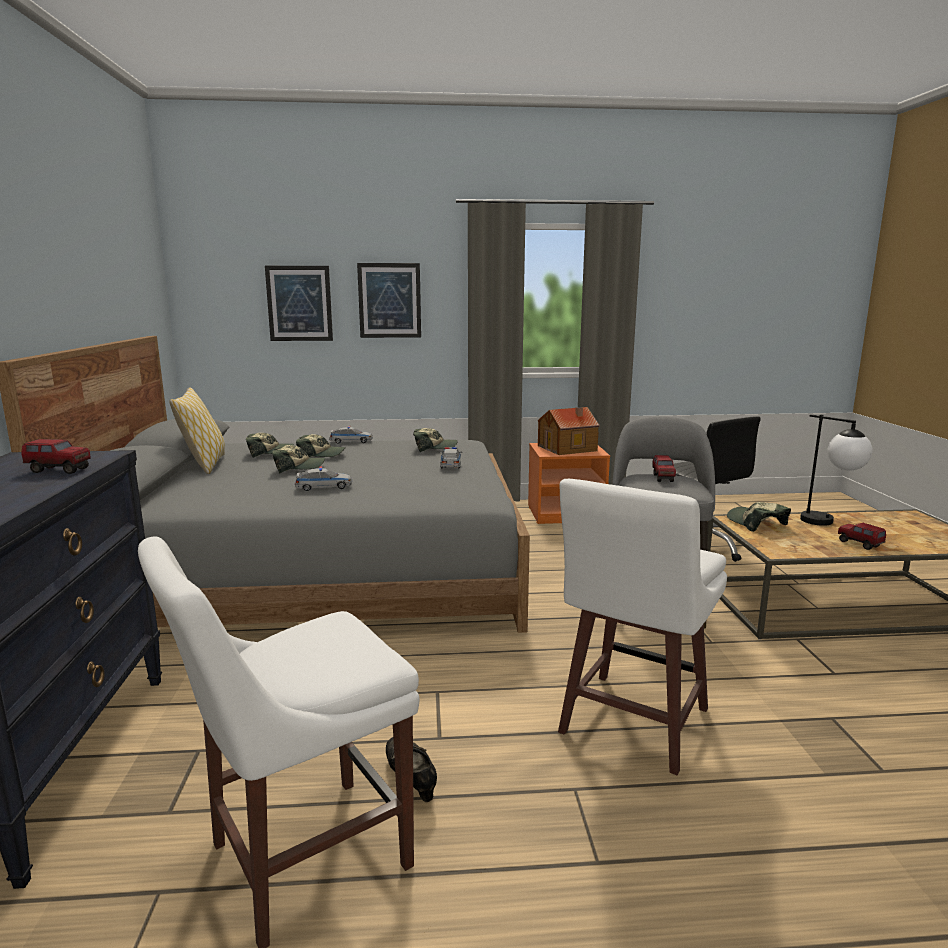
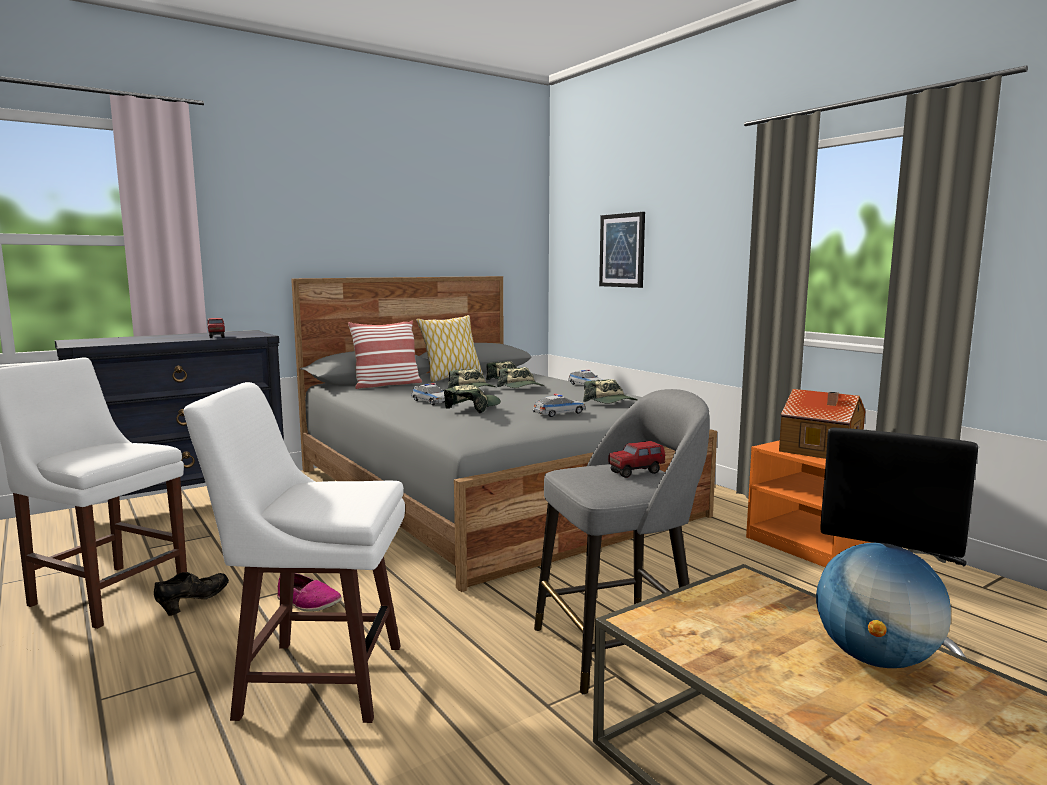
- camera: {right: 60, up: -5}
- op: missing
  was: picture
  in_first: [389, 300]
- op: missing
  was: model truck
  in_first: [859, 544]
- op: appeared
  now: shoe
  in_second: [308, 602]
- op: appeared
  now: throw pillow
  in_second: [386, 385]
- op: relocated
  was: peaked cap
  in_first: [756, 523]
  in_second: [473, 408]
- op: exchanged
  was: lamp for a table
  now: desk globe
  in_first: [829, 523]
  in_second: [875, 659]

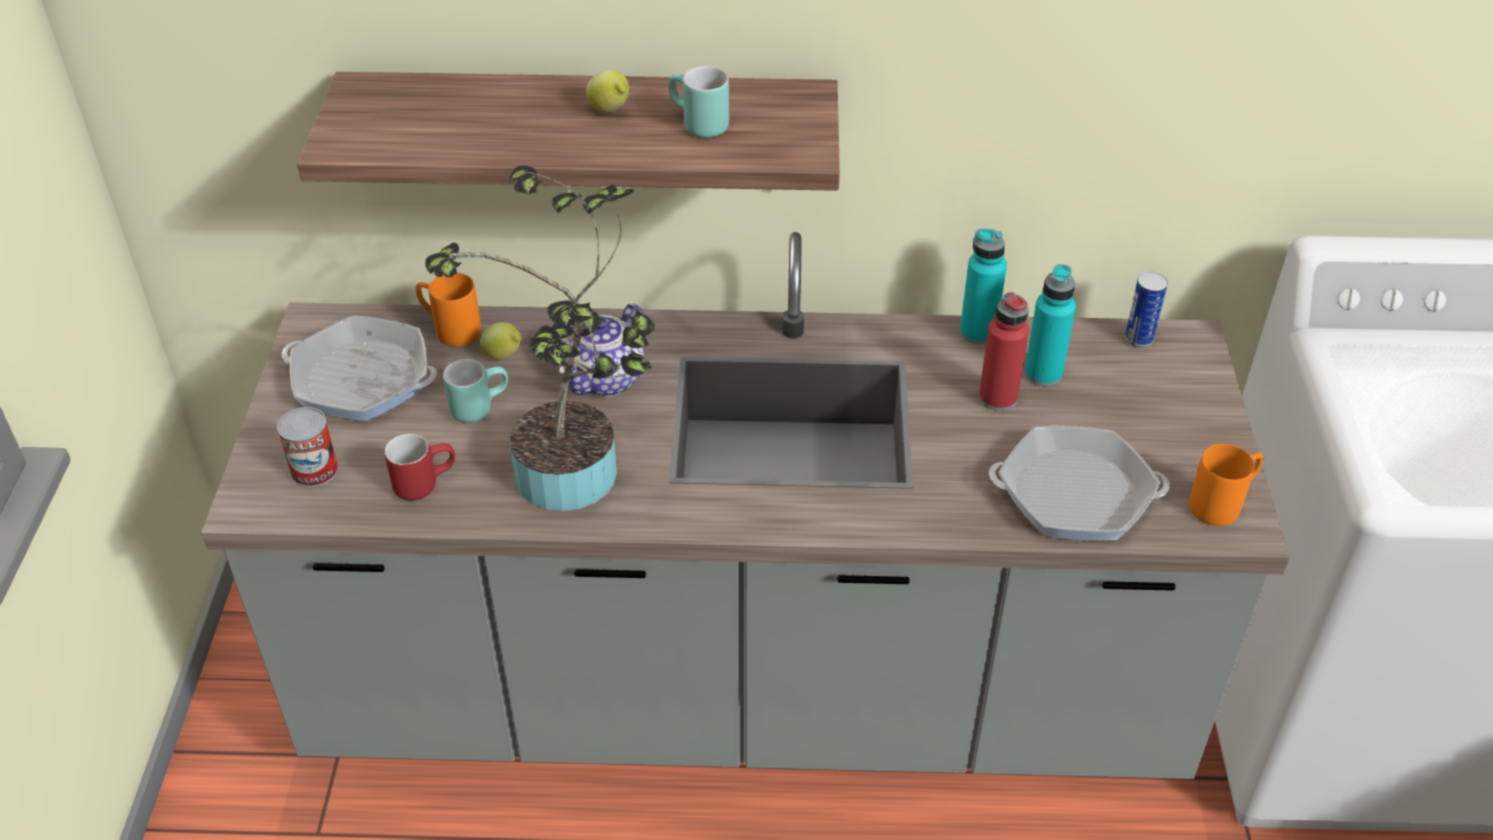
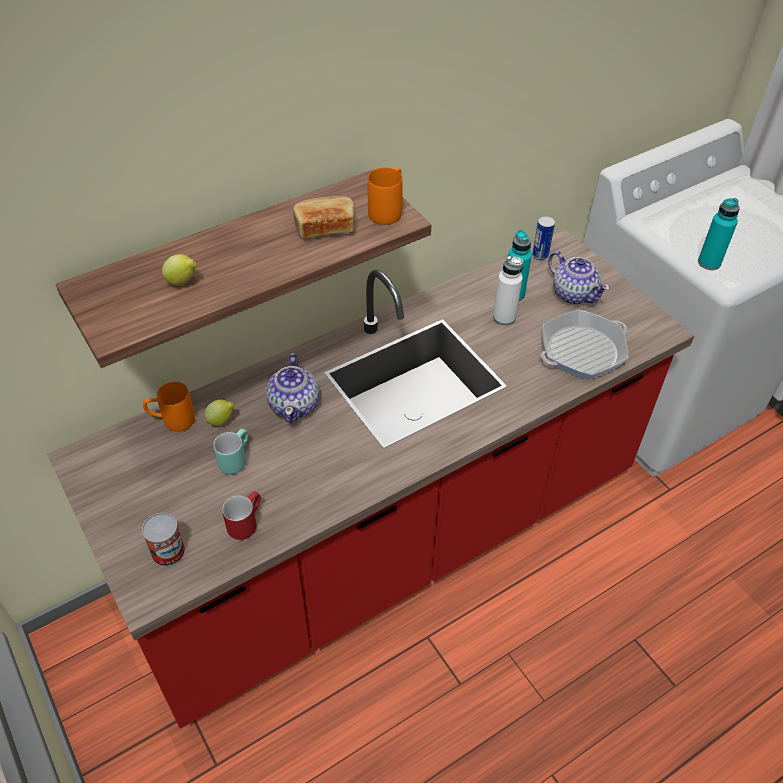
- camera: {right: -35, up: 5}
- op: missing
  was: pan
  in_first: [362, 379]
- op: missing
  was: potted plant
  in_first: [576, 478]
- op: appeared
  now: teapot
  in_second: [573, 293]
- op: relocated
  was: citrus fruit
  in_first: [610, 111]
  in_second: [183, 282]
- op: relocated
  was: bottle/blue-green
  in_first: [978, 332]
  in_second: [709, 263]
- op: relocated
  was: mug/orange-coloured
  in_first: [1223, 503]
  in_second: [388, 210]
- op: exchanged
  was: mug/blue-green
  now: bakery bread
  in_first: [696, 125]
  in_second: [325, 227]
- op: colour
  was: counter/grey
  now: counter/red-coloured
  in_first: [746, 691]
  in_second: [388, 541]
- op: colour
  was: bottle/red-coloured
  now: bottle/white-coloured
  in_first: [998, 398]
  in_second: [504, 317]

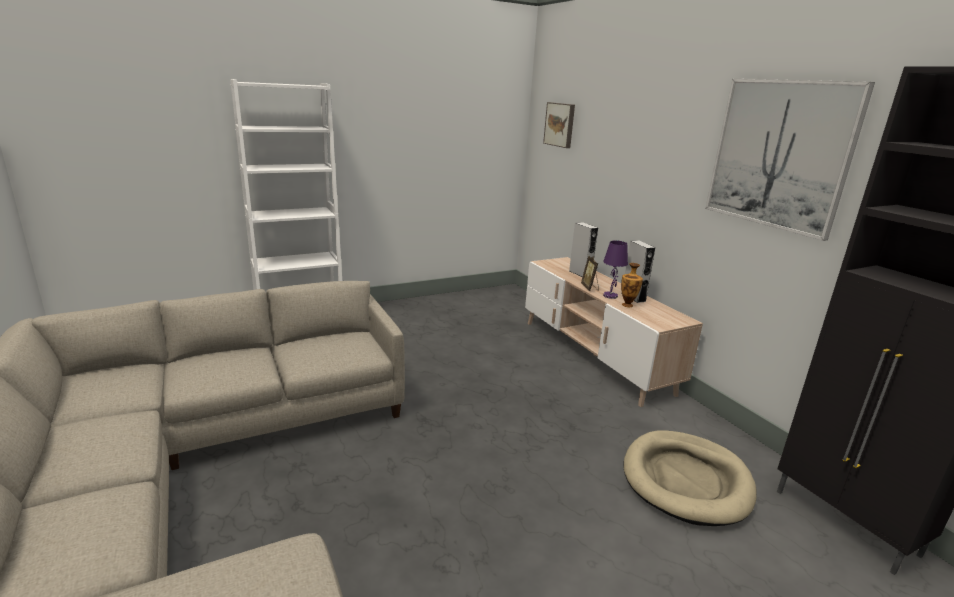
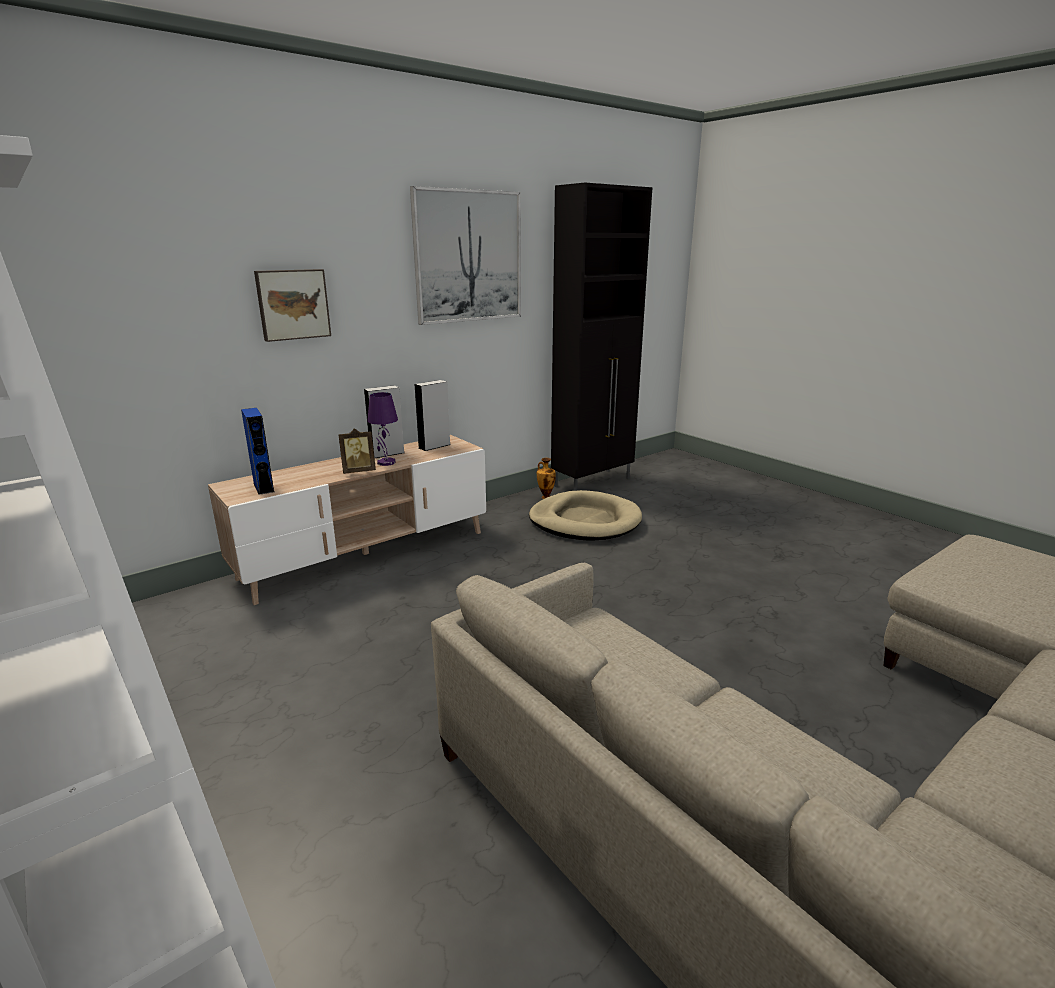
- camera: {right: -100, up: 0}
- op: appeared
  now: speaker/bluish
  in_second: [263, 487]
- op: relocated
  was: picture
  in_first: [560, 124]
  in_second: [292, 304]
- op: relocated
  was: speaker/grey
  in_first: [580, 274]
  in_second: [434, 446]
- op: relocated
  was: decorative vase
  in_first: [627, 305]
  in_second: [545, 497]

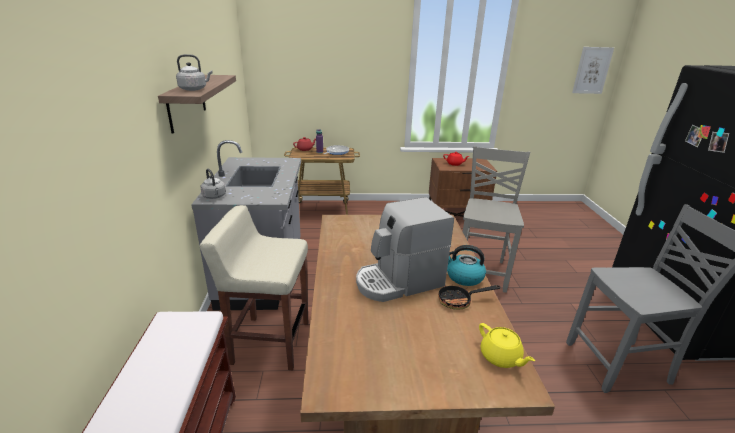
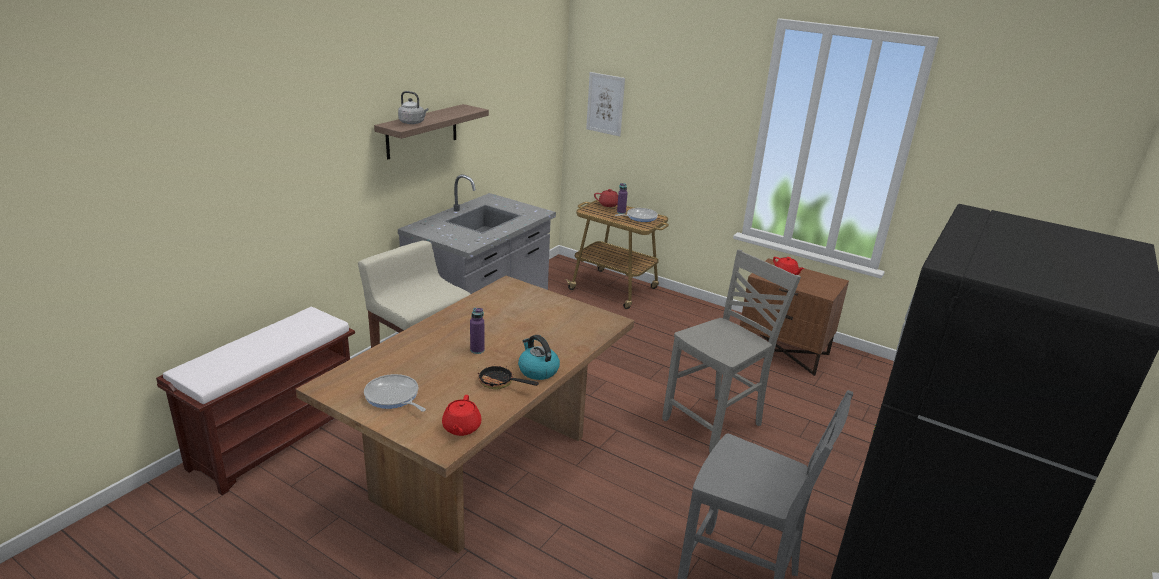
- camera: {right: 35, up: 0}
- op: missing
  was: tea kettle/grey
  in_first: [214, 197]
- op: appeared
  now: pan
  in_second: [393, 397]
- op: relocated
  was: picture
  in_first: [592, 70]
  in_second: [605, 104]
- op: exchanged
  was: coffee maker
  now: bottle/purple-coloured
  in_first: [398, 281]
  in_second: [477, 350]
- op: colour
  was: teapot/yellow
  now: teapot/red-coloured
  in_first: [500, 357]
  in_second: [461, 428]

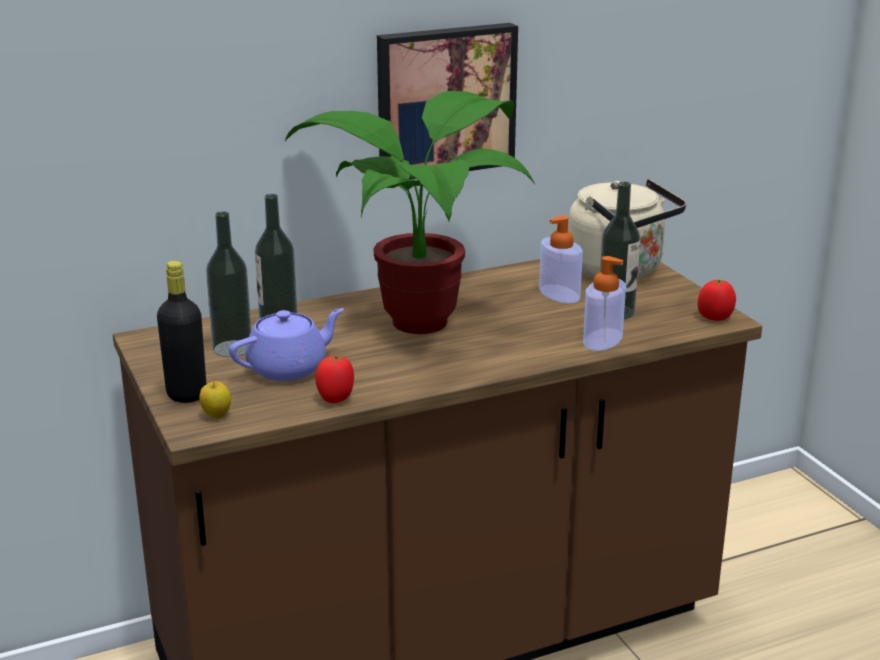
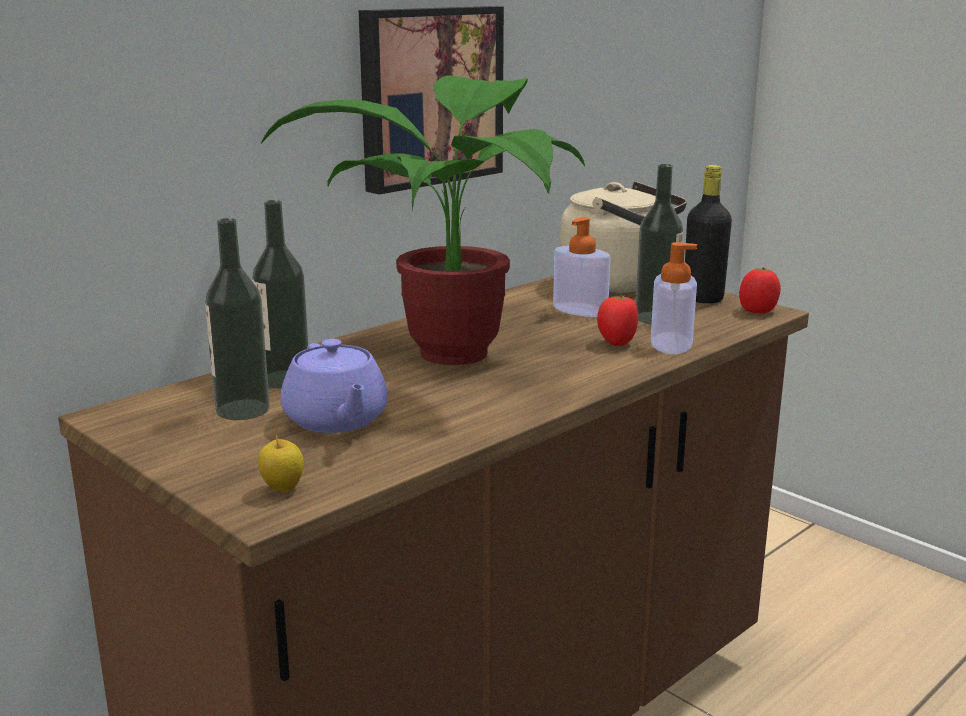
- camera: {right: -20, up: -5}
- op: relocated
  was: bottle/black-coloured
  in_first: [186, 394]
  in_second: [703, 299]
- op: relocated
  was: tomato
  in_first: [336, 398]
  in_second: [616, 343]
- op: spun
  was: teapot/purple-coloured
  in_first: [289, 368]
  in_second: [336, 420]
  clockwise: 120

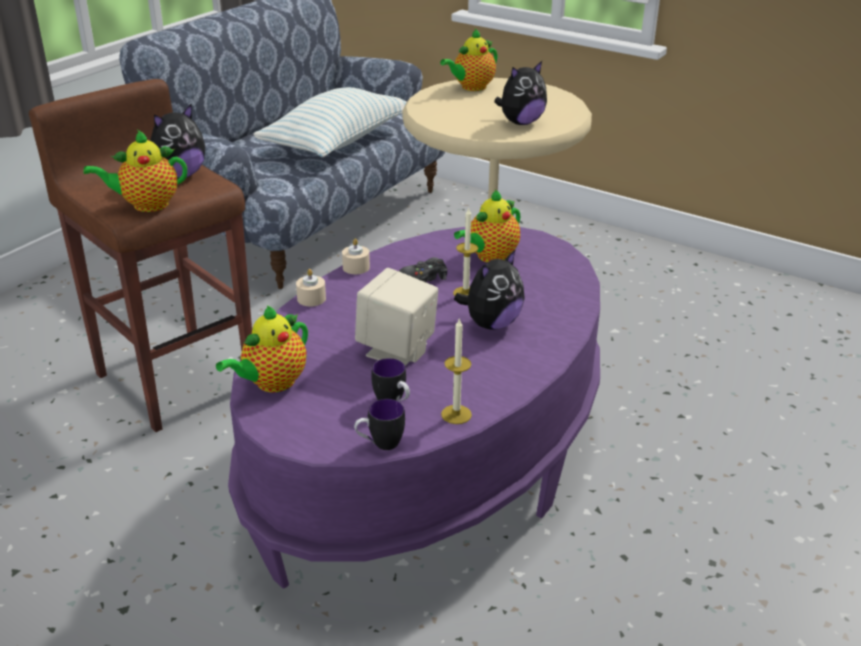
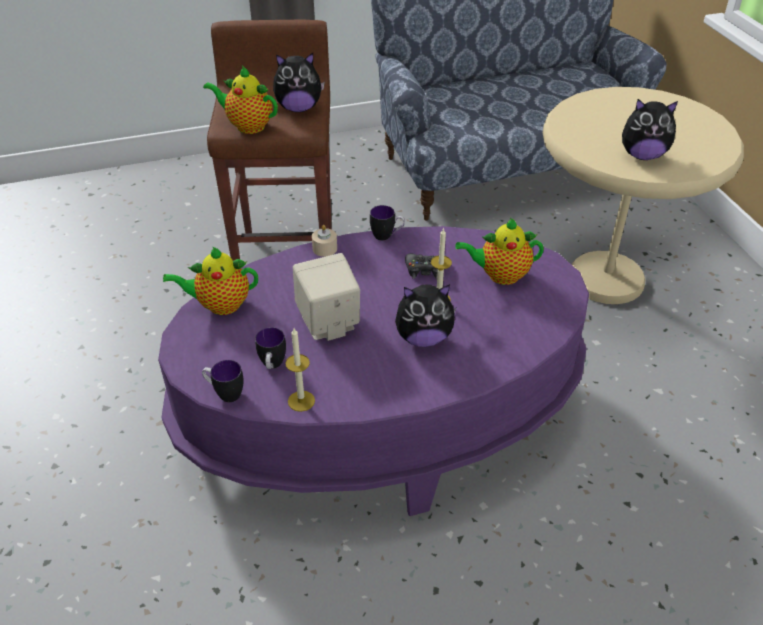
- camera: {right: 40, up: 10}
- op: missing
  was: throw pillow
  in_first: [337, 142]
- op: missing
  was: teapot
  in_first: [471, 87]
- op: exchanged
  was: wax light/sand-coloured
  now: mug
  in_first: [356, 267]
  in_second: [387, 236]

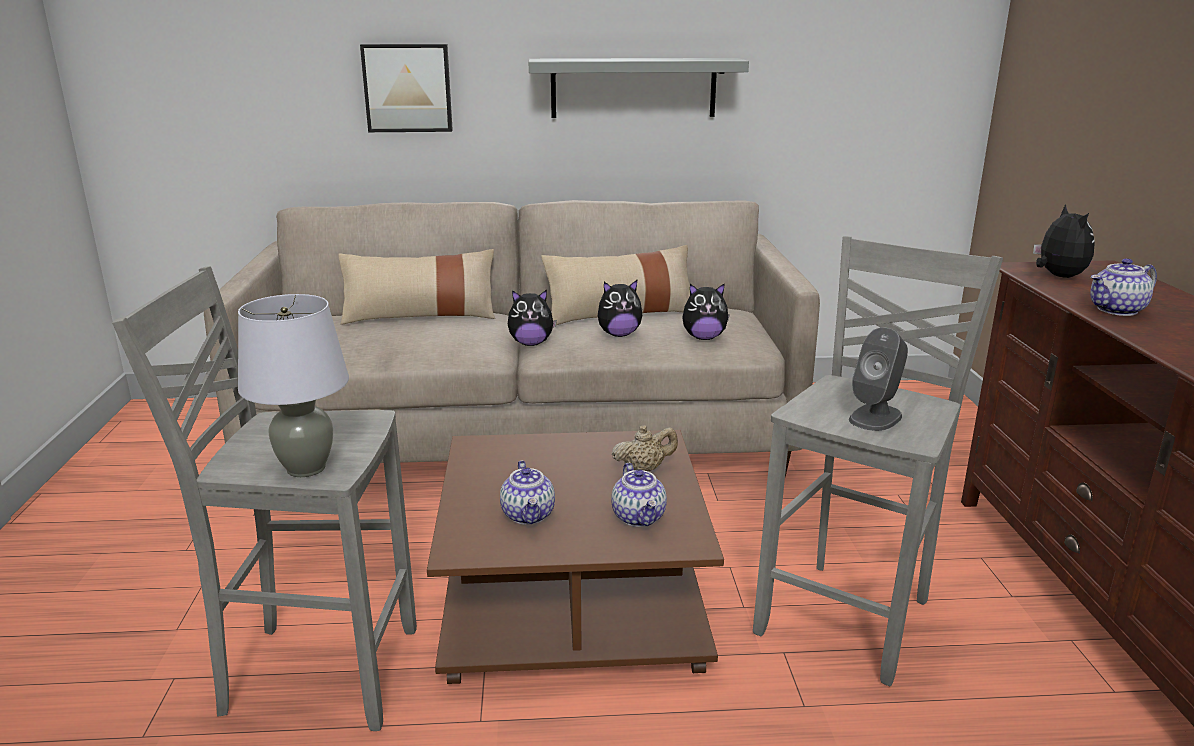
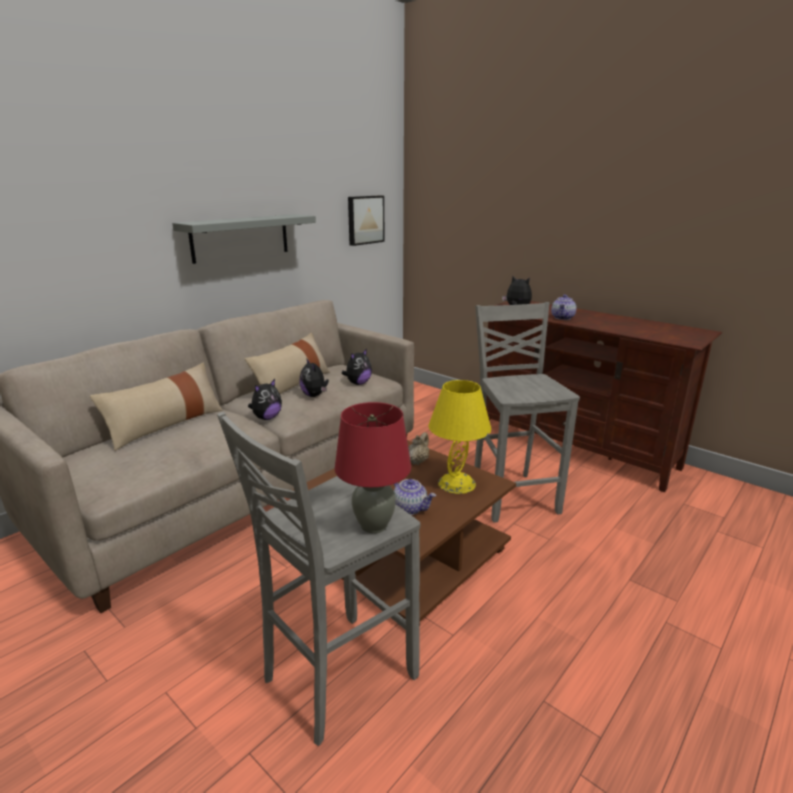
- camera: {right: -45, up: 0}
- op: missing
  was: speaker/grey
  in_first: [875, 417]
- op: relocated
  was: picture
  in_first: [408, 88]
  in_second: [365, 220]
- op: exchanged
  was: teapot
  now: lamp for a table/yellow
  in_first: [639, 517]
  in_second: [456, 483]
- op: colour
  was: lamp for a table/grey
  now: lamp for a table/red-coloured
  in_first: [306, 468]
  in_second: [374, 525]
- op: spun
  was: soft toy
  in_first: [619, 334]
  in_second: [314, 395]
  clockwise: 120

